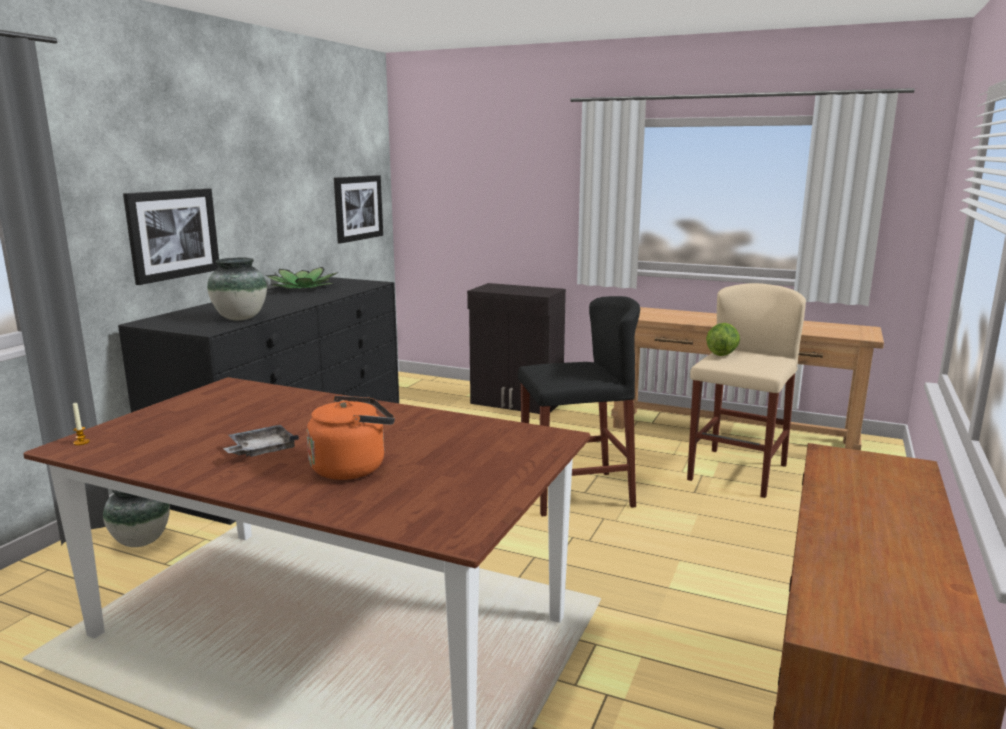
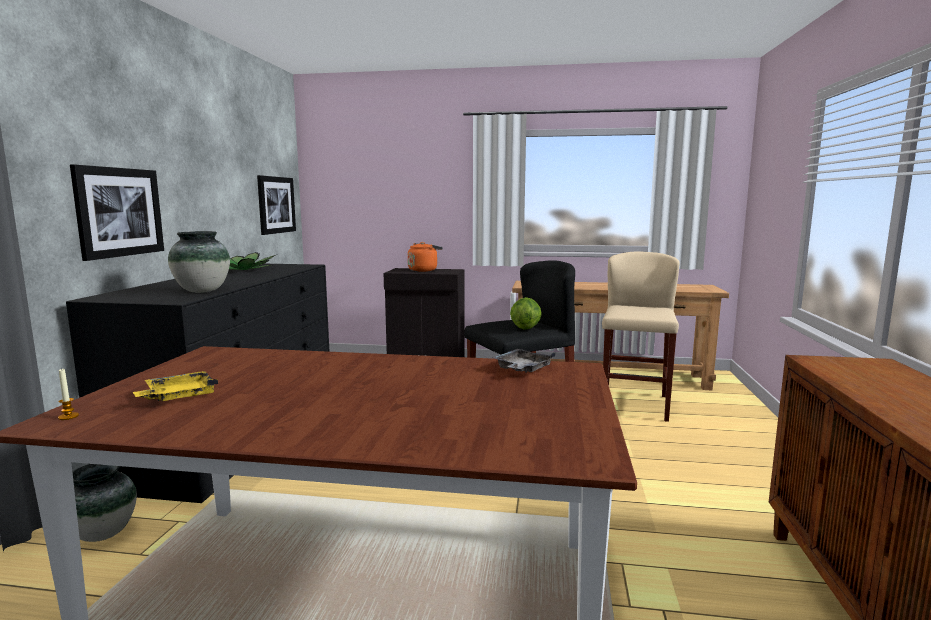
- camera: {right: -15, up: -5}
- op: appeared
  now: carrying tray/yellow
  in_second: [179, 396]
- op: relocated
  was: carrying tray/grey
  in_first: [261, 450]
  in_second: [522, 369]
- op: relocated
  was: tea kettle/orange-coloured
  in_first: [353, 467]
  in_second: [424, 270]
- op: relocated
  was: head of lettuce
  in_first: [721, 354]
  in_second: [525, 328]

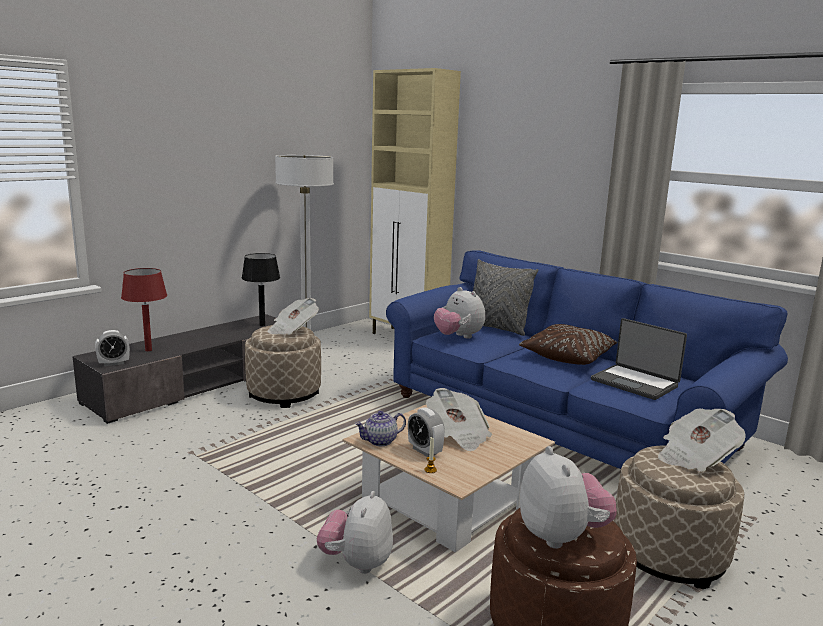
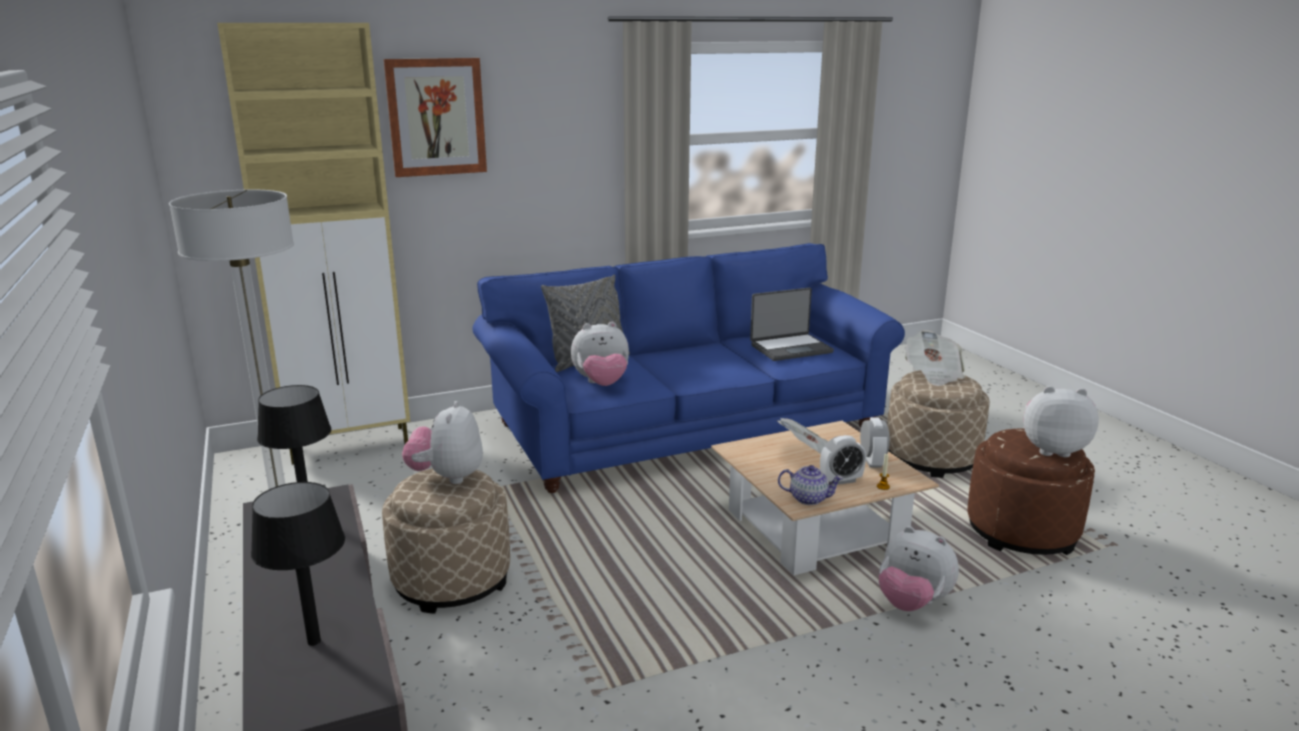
- camera: {right: -65, up: 5}
- op: missing
  was: throw pillow/brownish
  in_first: [568, 356]
- op: appeared
  now: picture
  in_second: [436, 117]
- op: relocated
  was: table clock
  in_first: [114, 363]
  in_second: [872, 461]
- op: exchanged
  was: printed paper
  now: soft toy
  in_first: [292, 330]
  in_second: [447, 477]
- op: colour
  was: lamp for a table/red-coloured
  now: lamp for a table/black-coloured
  in_first: [149, 350]
  in_second: [314, 641]
- op: spun
  was: teapot
  in_first: [380, 441]
  in_second: [809, 498]
  clockwise: -75

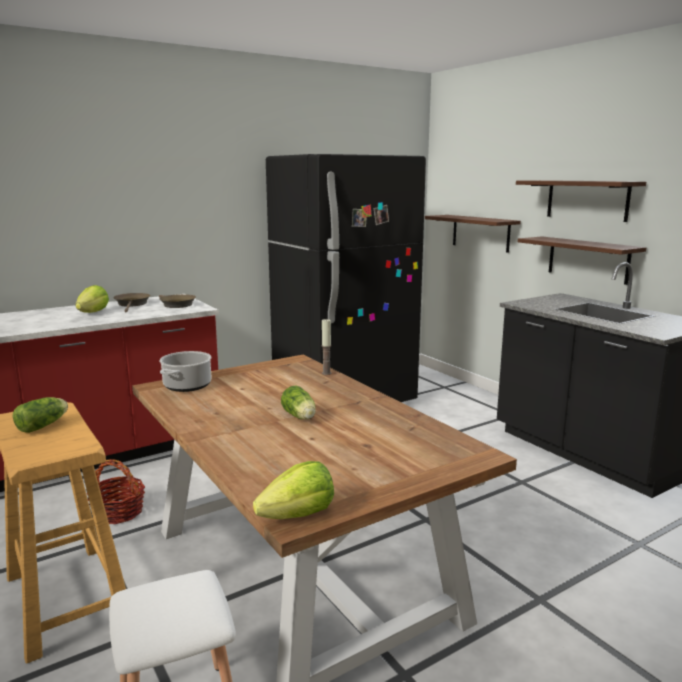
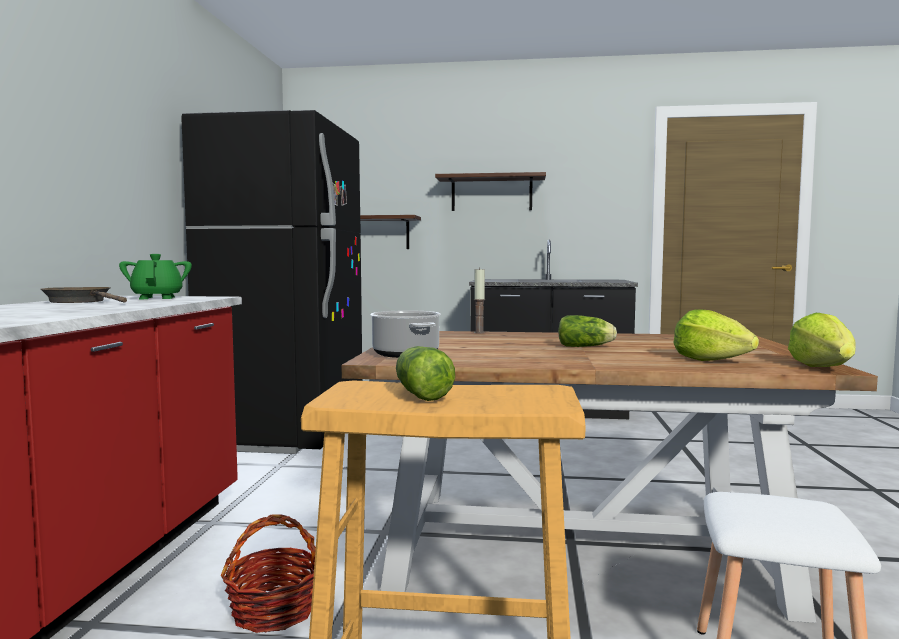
- camera: {right: -50, up: -10}
- op: missing
  was: bracket shelf
  in_first: [588, 259]
- op: relocated
  was: head of lettuce
  in_first: [93, 312]
  in_second: [710, 360]
- op: exchanged
  was: pan/brownish
  now: teapot/greenish
  in_first: [176, 304]
  in_second: [157, 298]

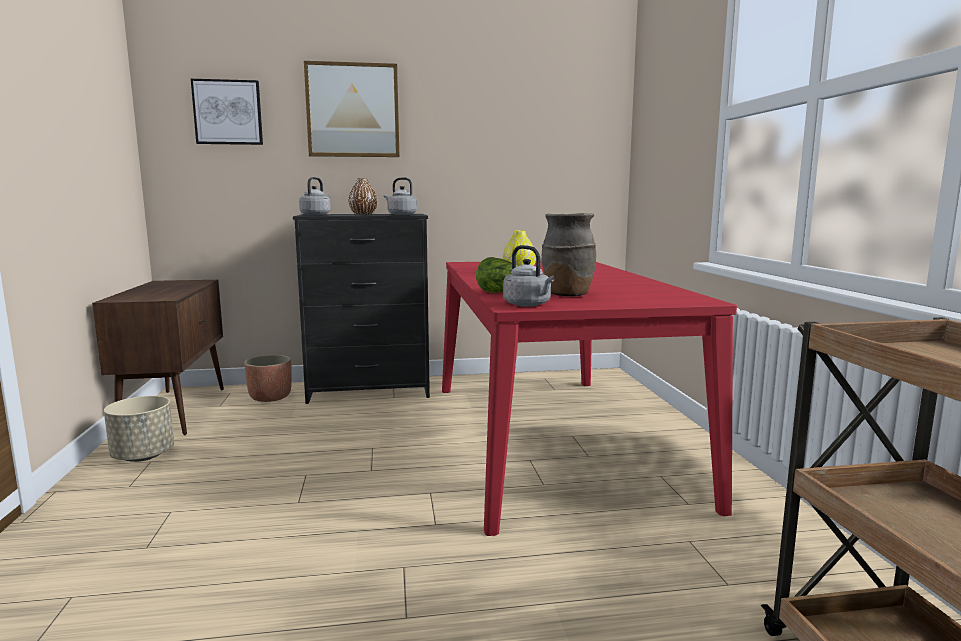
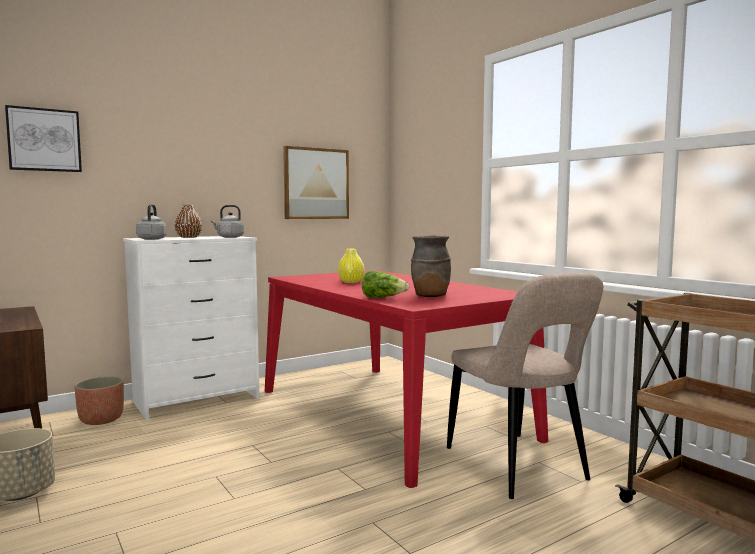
- camera: {right: -25, up: -5}
- op: missing
  was: tea kettle/grey
  in_first: [528, 305]
- op: appeared
  now: upright chair/sand-coloured
  in_second: [519, 467]
- op: relocated
  was: picture
  in_first: [353, 110]
  in_second: [316, 183]
- op: colour
  was: chest of drawers/black-coloured
  now: chest of drawers/white-coloured
  in_first: [369, 390]
  in_second: [196, 400]

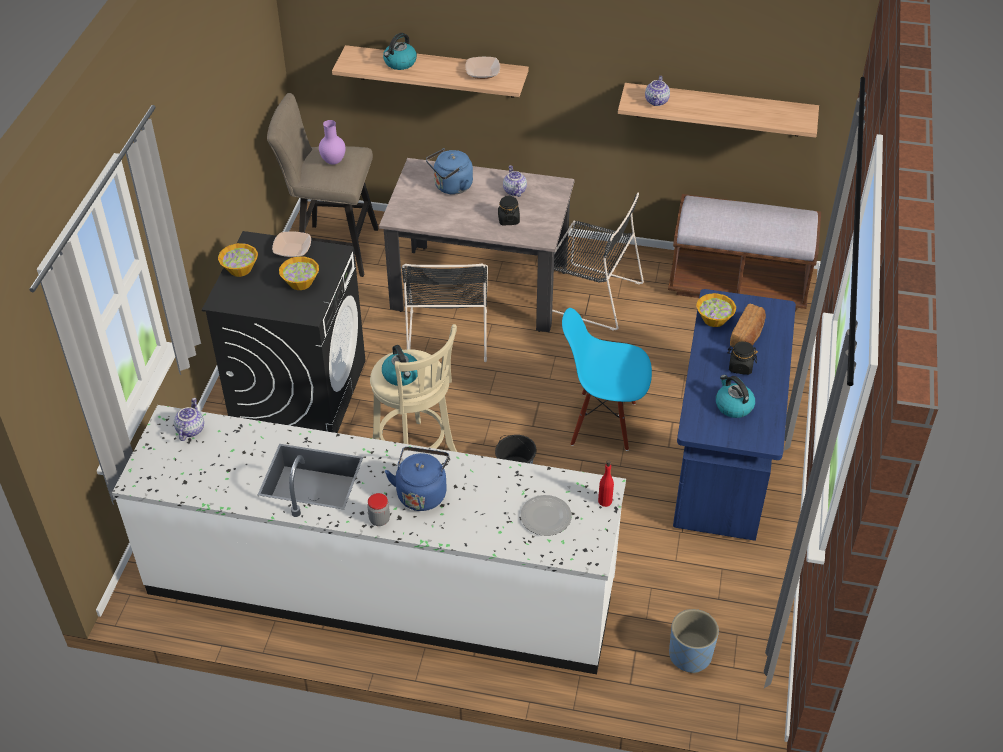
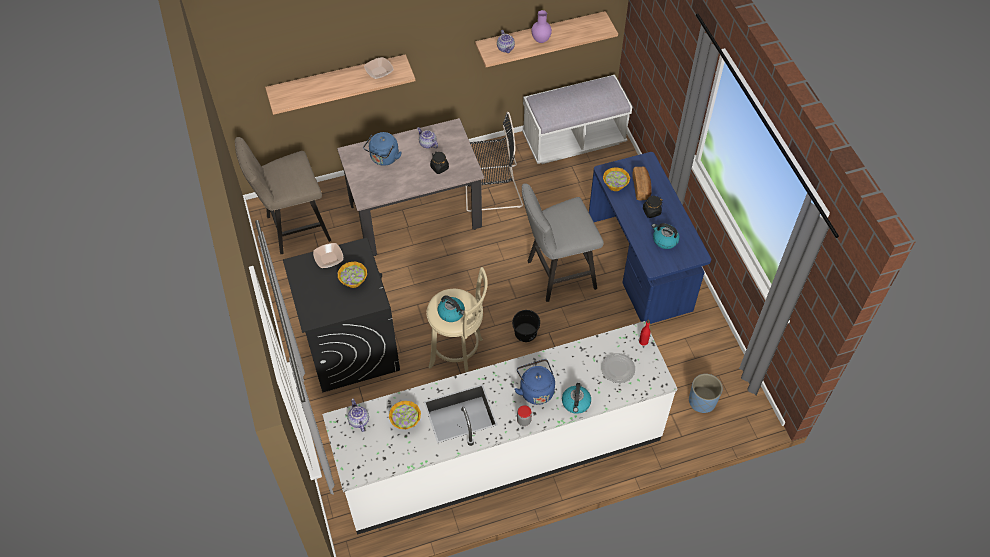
- camera: {right: -30, up: 10}
- op: missing
  was: upright chair/black-coloured
  in_first: [448, 332]
- op: relocated
  was: serving bowl
  in_first: [240, 269]
  in_second: [405, 421]
- op: relocated
  was: decorative vase/purple-coloured
  in_first: [334, 161]
  in_second: [541, 40]
- op: relocated
  was: tea kettle
  in_first: [400, 63]
  in_second: [576, 403]
- op: exchanged
  was: upright chair/bluish
  now: stool seat/grey
  in_first: [603, 422]
  in_second: [556, 275]
- op: colour
  was: indoor bench/brownish
  now: indoor bench/white-coloured
  in_first: [738, 284]
  in_second: [574, 140]

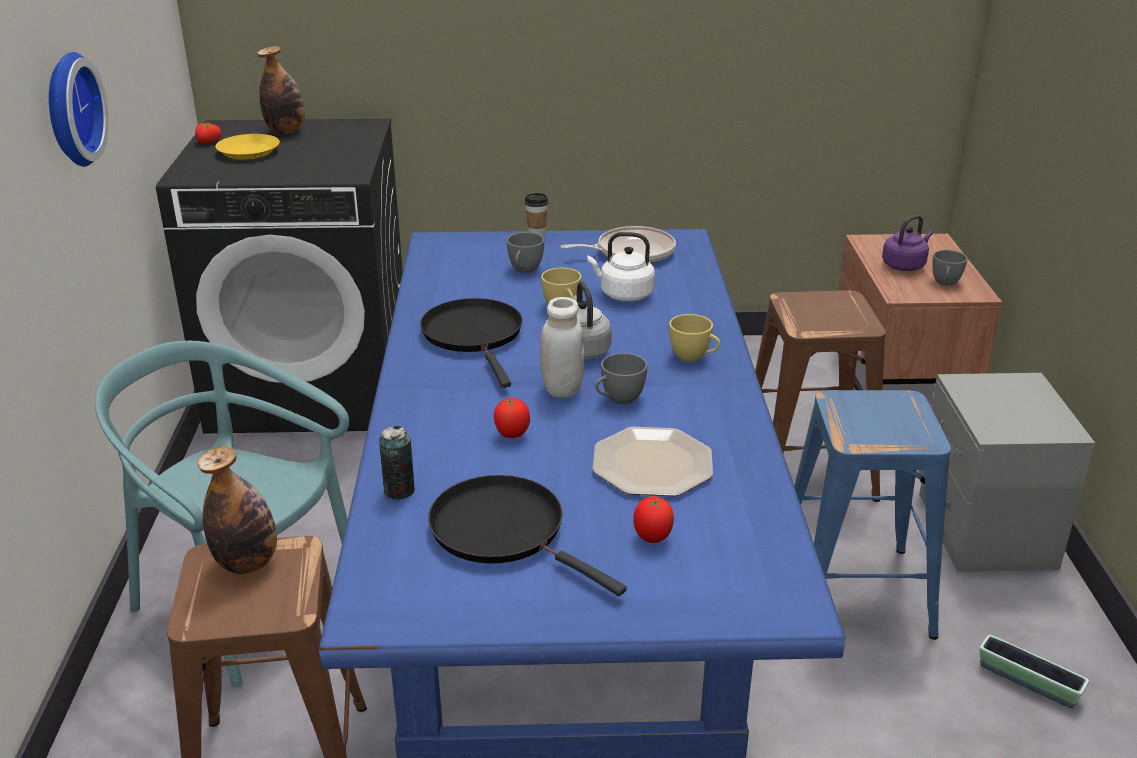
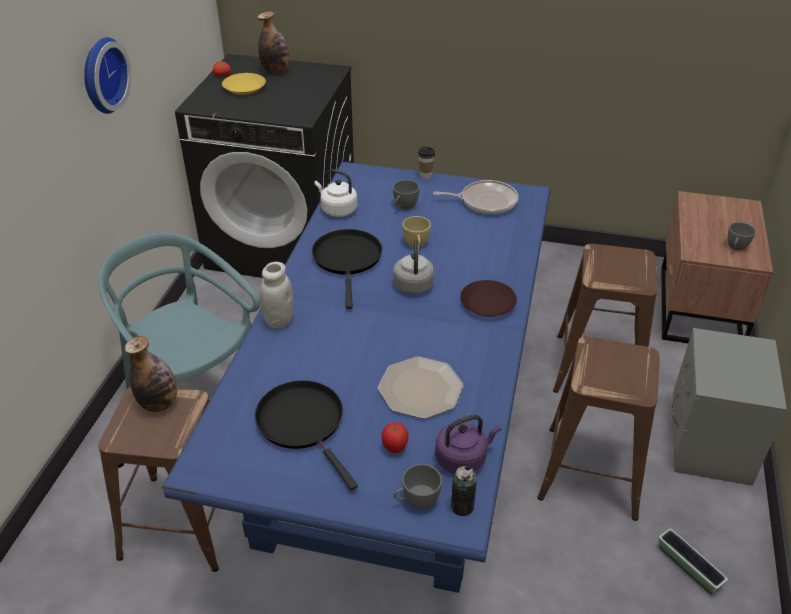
- camera: {right: 15, up: 10}
- op: missing
  was: tomato
  in_first: [512, 435]
- op: relocated
  was: can
  in_first: [399, 491]
  in_second: [462, 507]
- op: relocated
  was: storage jar/white-coloured
  in_first: [562, 389]
  in_second: [279, 320]
- op: relocated
  was: tea kettle/white-coloured
  in_first: [623, 294]
  in_second: [337, 210]
- op: relocated
  was: cup/grey
  in_first: [618, 399]
  in_second: [416, 501]
- op: relocated
  was: tea kettle/purple-coloured
  in_first: [905, 265]
  in_second: [463, 458]
- op: exchanged
  was: cup/yellow
  now: plate/brownish
  in_first: [694, 357]
  in_second: [488, 303]
- op: colour
  was: stool seat/bluish
  now: stool seat/brownish
  in_first: [854, 591]
  in_second: [593, 472]

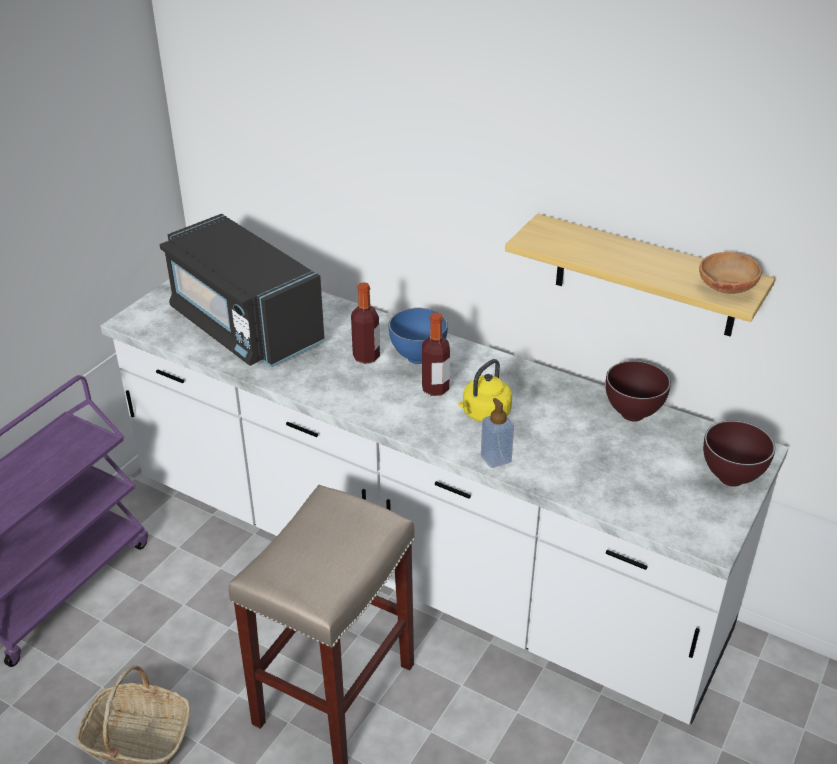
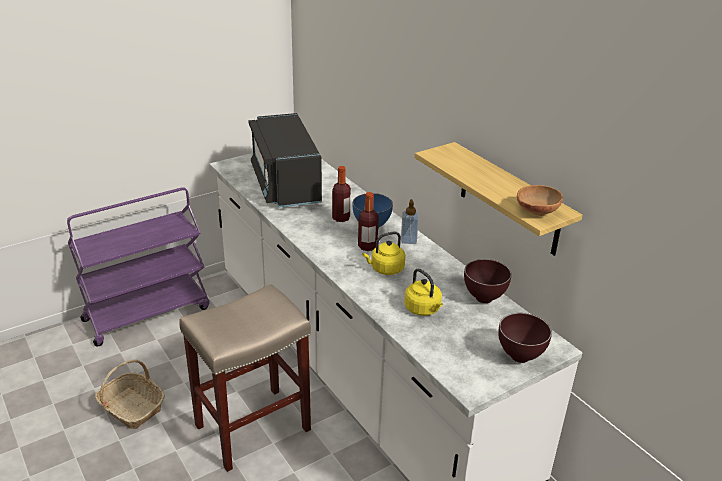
- camera: {right: 25, up: -5}
- op: appeared
  now: tea kettle/yellow
  in_second: [423, 309]
- op: relocated
  was: soap dispenser
  in_first: [496, 458]
  in_second: [408, 240]

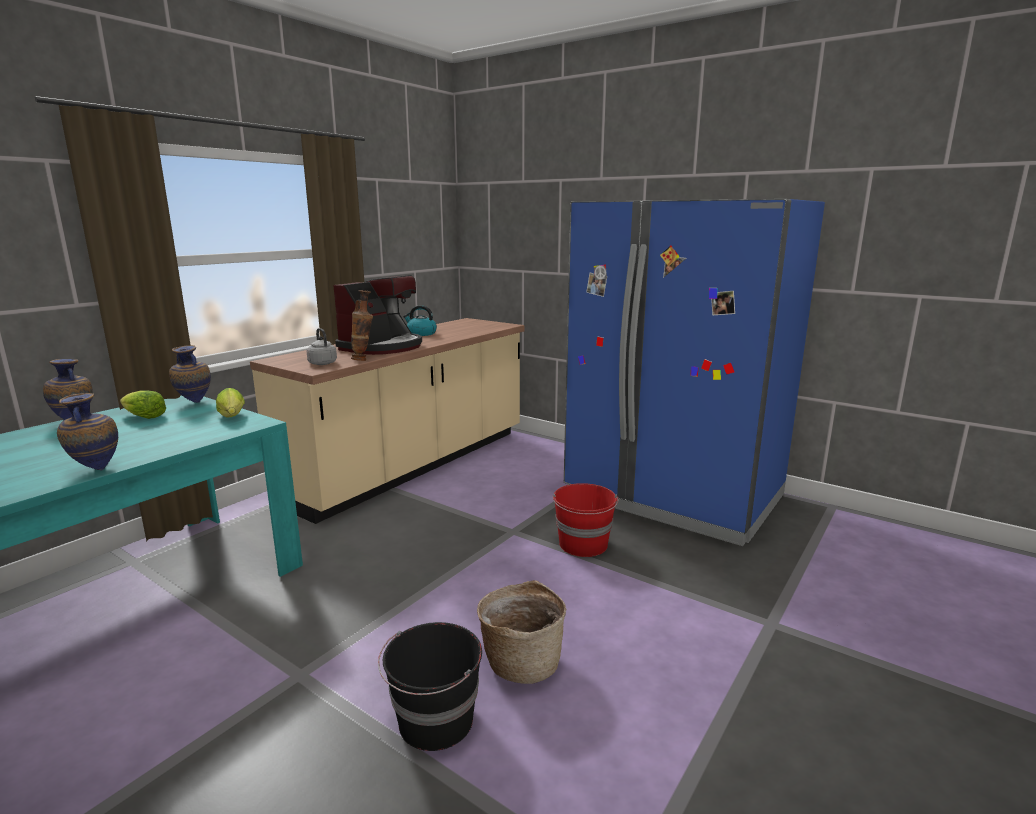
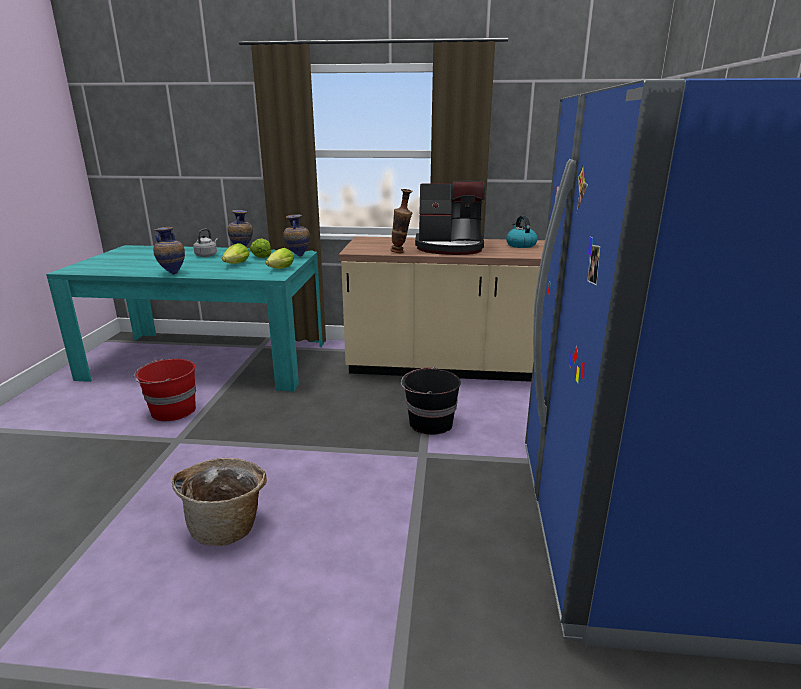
- camera: {right: 60, up: 5}
- op: appeared
  now: head of lettuce
  in_second: [236, 264]
- op: relocated
  was: tea kettle/grey
  in_first: [322, 363]
  in_second: [207, 255]
- op: relocated
  was: pail/black-coloured
  in_first: [435, 722]
  in_second: [429, 423]
- op: relocated
  was: pail/red-coloured
  in_first: [583, 545]
  in_second: [172, 411]

